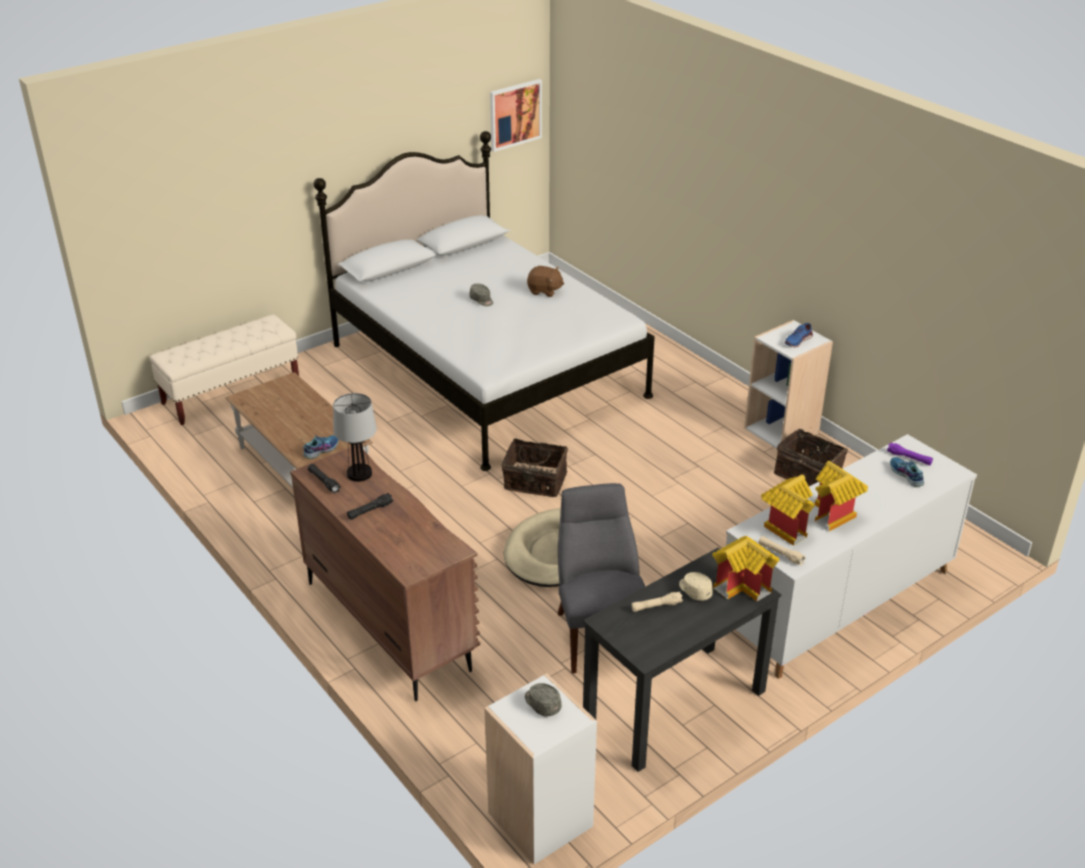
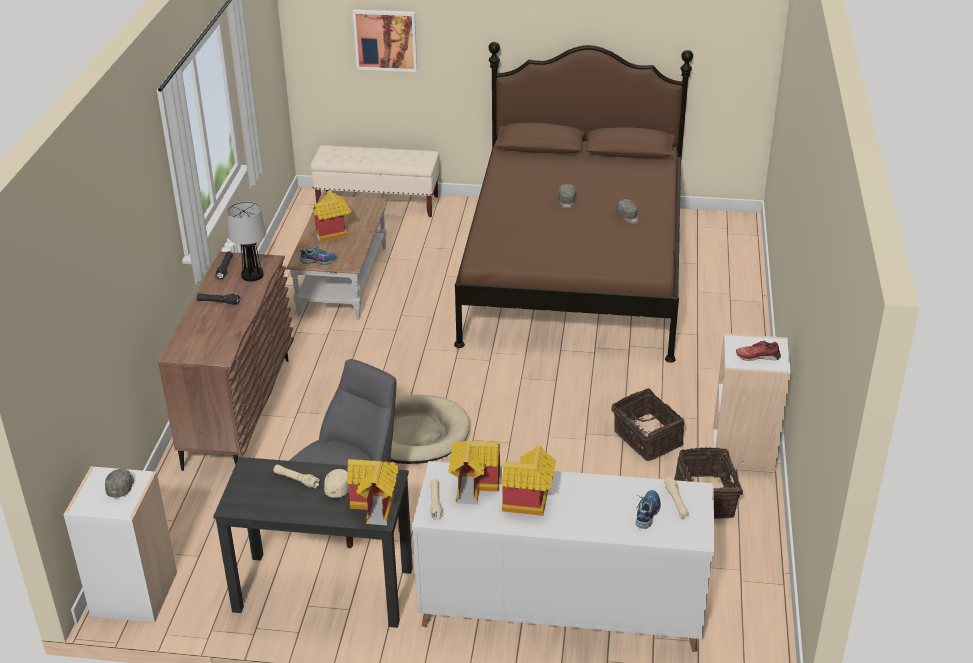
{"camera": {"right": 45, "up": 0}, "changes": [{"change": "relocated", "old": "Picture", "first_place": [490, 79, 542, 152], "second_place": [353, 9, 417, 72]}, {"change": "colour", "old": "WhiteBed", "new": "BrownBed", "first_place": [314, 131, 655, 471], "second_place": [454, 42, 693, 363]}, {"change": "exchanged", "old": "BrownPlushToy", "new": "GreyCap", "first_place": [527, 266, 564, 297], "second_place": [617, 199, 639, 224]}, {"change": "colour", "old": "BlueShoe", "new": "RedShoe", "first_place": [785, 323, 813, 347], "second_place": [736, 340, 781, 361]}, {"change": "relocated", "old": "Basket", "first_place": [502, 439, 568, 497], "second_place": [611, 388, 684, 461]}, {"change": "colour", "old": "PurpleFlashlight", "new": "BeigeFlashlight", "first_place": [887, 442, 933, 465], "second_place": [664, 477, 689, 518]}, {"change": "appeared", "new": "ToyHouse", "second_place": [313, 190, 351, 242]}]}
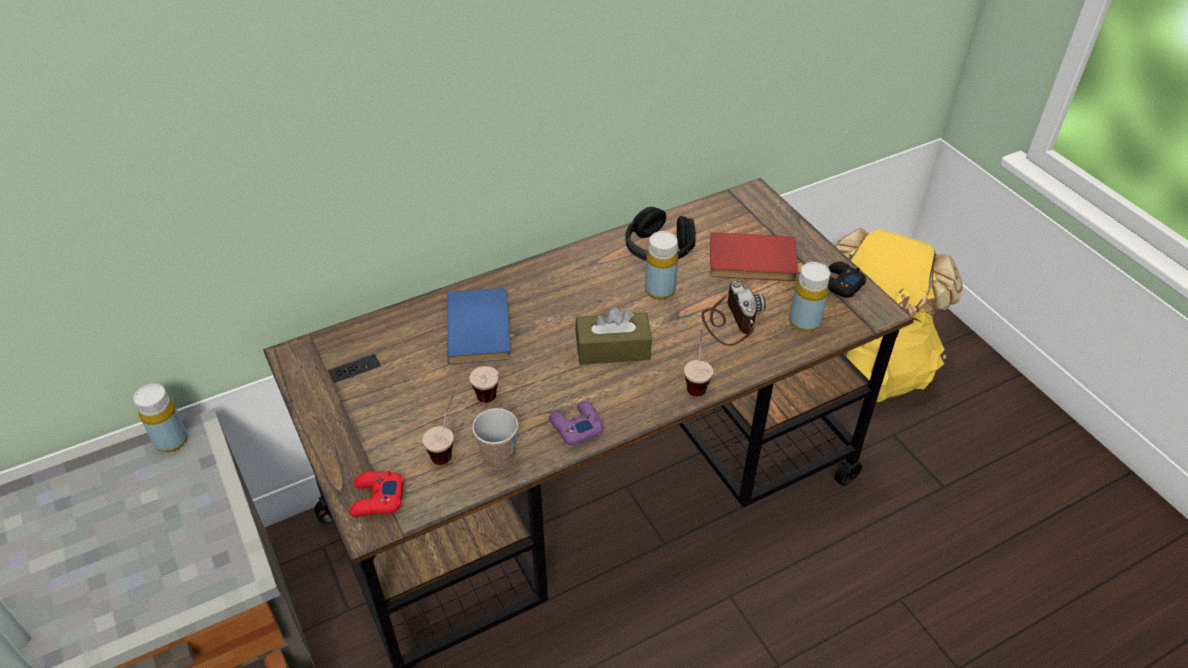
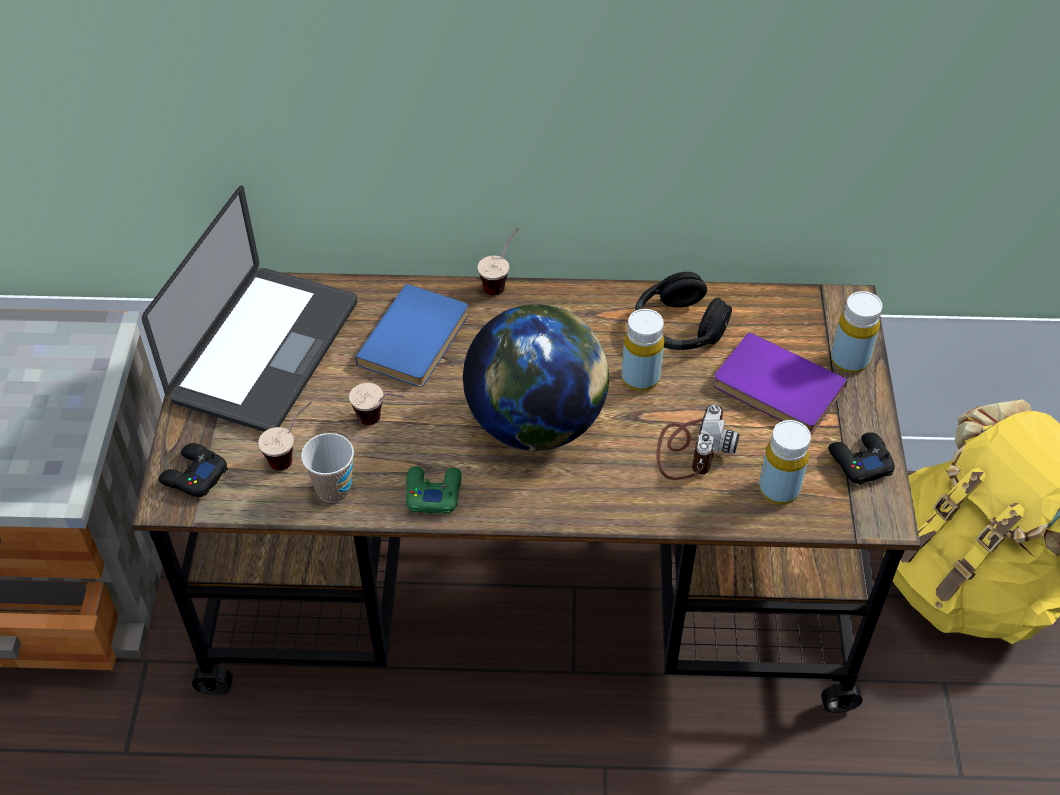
{"camera": {"right": 30, "up": 5}, "changes": [{"change": "colour", "old": "RedBook", "new": "PurpleBook", "first_place": [710, 232, 798, 281], "second_place": [713, 332, 848, 434]}, {"change": "exchanged", "old": "BrownTissueBox", "new": "Globe", "first_place": [575, 307, 652, 365], "second_place": [463, 304, 609, 451]}, {"change": "relocated", "old": "Cup", "first_place": [684, 329, 713, 396], "second_place": [478, 227, 519, 295]}, {"change": "relocated", "old": "YellowBottle", "first_place": [134, 384, 188, 452], "second_place": [831, 291, 883, 373]}, {"change": "colour", "old": "PurpleGameController", "new": "GreenGameController", "first_place": [549, 401, 604, 446], "second_place": [406, 466, 462, 514]}, {"change": "colour", "old": "RedGameController", "new": "BlackGameController", "first_place": [349, 470, 404, 517], "second_place": [158, 443, 228, 497]}, {"change": "appeared", "new": "Laptop", "second_place": [142, 185, 357, 432]}]}
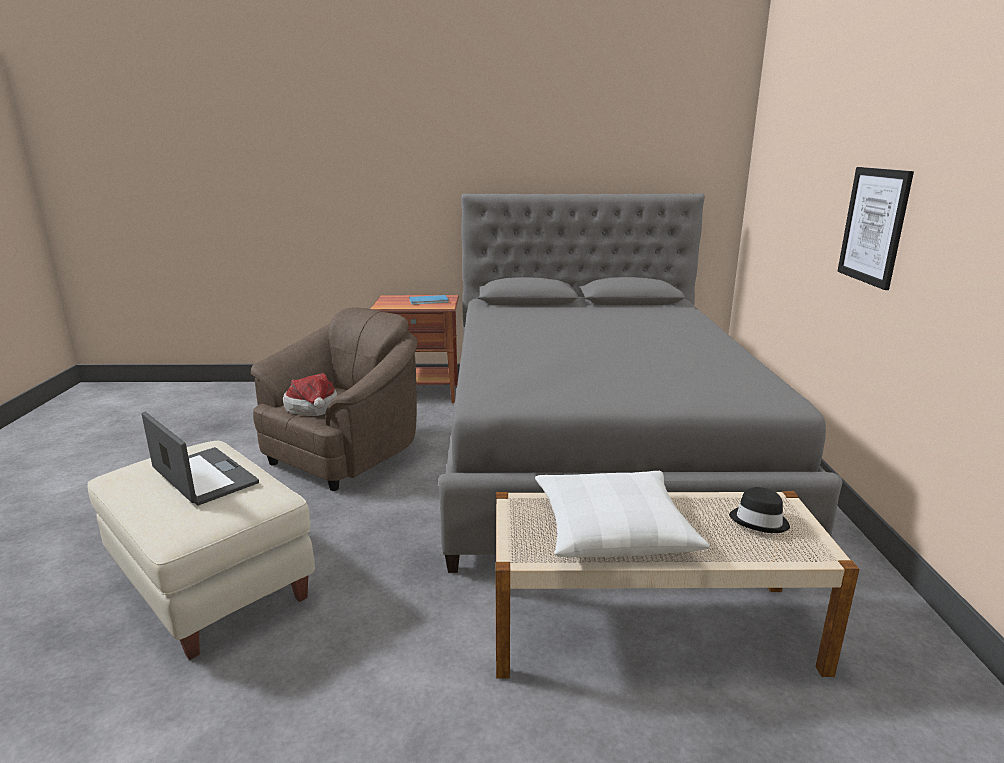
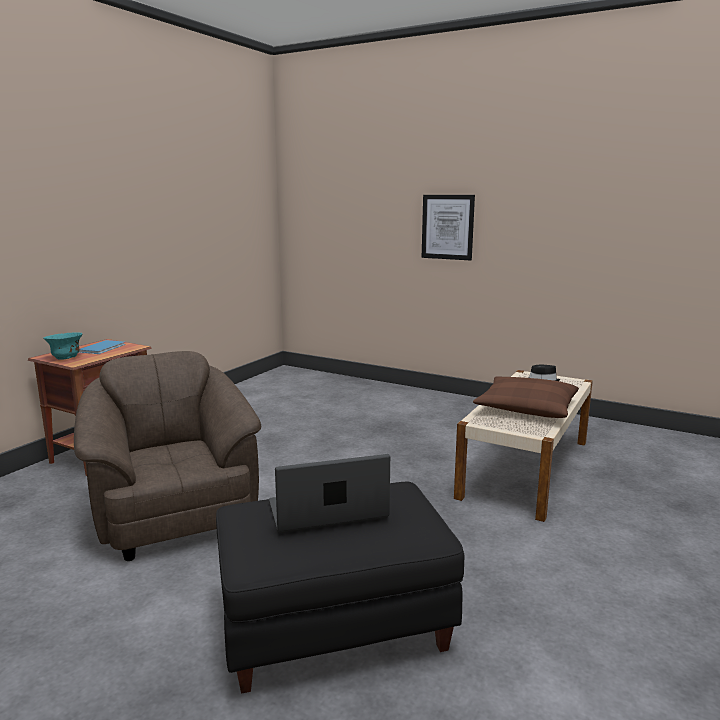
{"camera": {"right": -60, "up": -5}, "changes": [{"change": "missing", "old": "GreyBed", "first_place": [439, 194, 842, 573]}, {"change": "missing", "old": "Hat", "first_place": [283, 373, 337, 416]}, {"change": "colour", "old": "BeigeOttoman", "new": "BlackOttoman", "first_place": [88, 441, 315, 660], "second_place": [216, 482, 464, 694]}, {"change": "colour", "old": "WhitePillow", "new": "BrownPillow", "first_place": [535, 471, 709, 558], "second_place": [473, 376, 579, 418]}, {"change": "appeared", "new": "TurquoiseBowl", "second_place": [44, 332, 83, 360]}]}
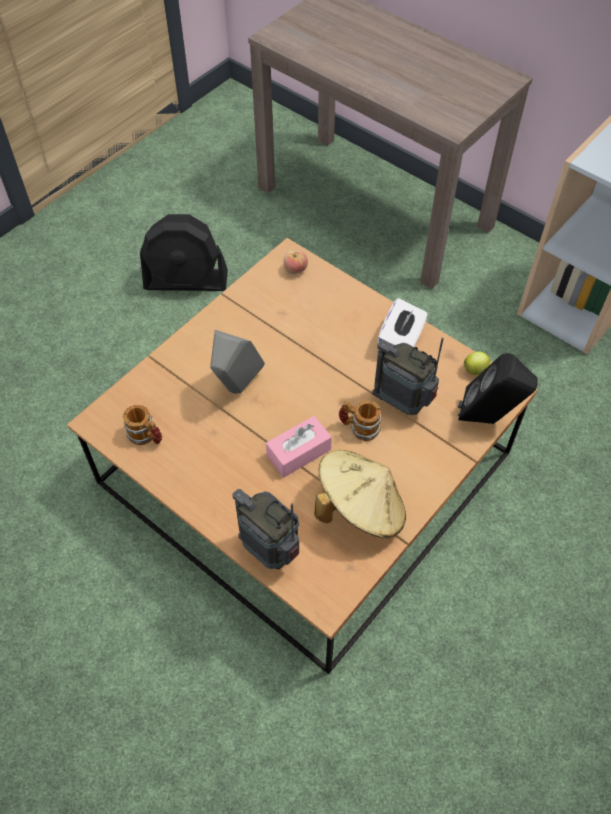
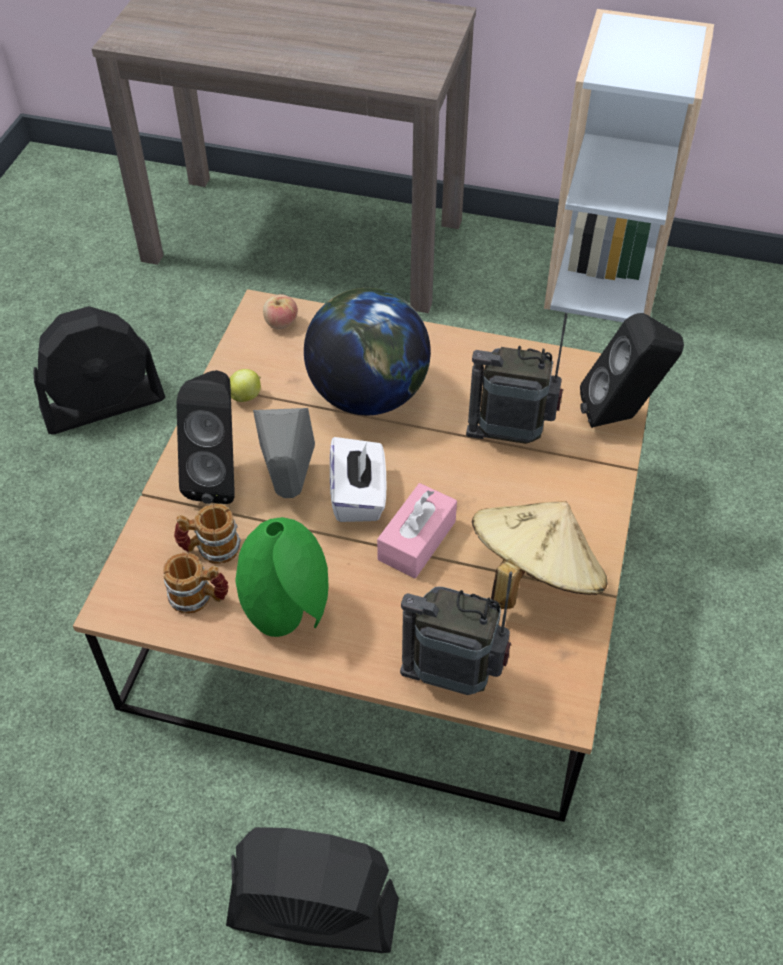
{"camera": {"right": -25, "up": -5}, "changes": [{"change": "relocated", "old": "WhiteTissueBox", "first_place": [378, 298, 428, 347], "second_place": [330, 437, 386, 522]}, {"change": "relocated", "old": "Apple", "first_place": [464, 351, 491, 375], "second_place": [229, 369, 261, 402]}, {"change": "relocated", "old": "Mug", "first_place": [339, 401, 381, 441], "second_place": [174, 504, 241, 564]}, {"change": "appeared", "new": "Globe", "second_place": [304, 288, 431, 415]}, {"change": "appeared", "new": "BlackSpeaker", "second_place": [176, 370, 235, 504]}, {"change": "appeared", "new": "GreenVase", "second_place": [235, 517, 329, 637]}, {"change": "appeared", "new": "BlackFan", "second_place": [226, 827, 399, 953]}]}
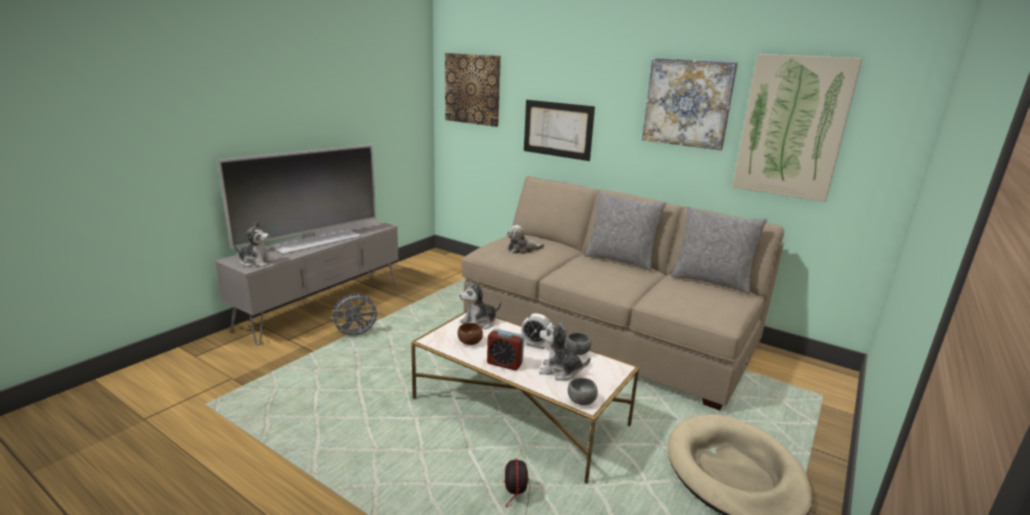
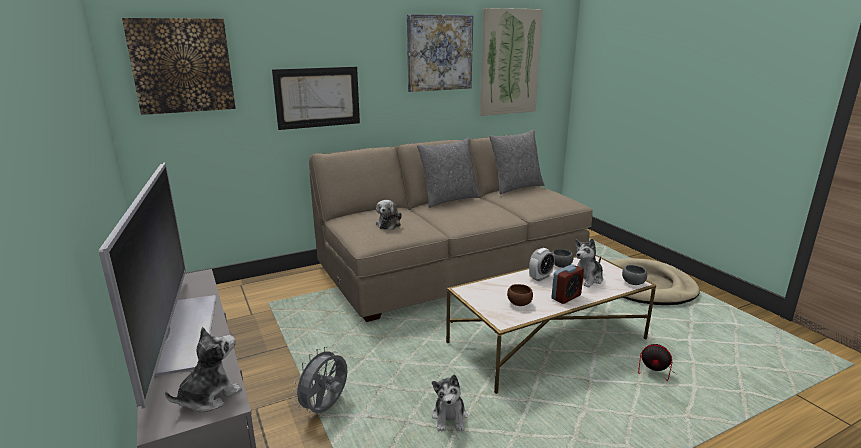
{"camera": {"right": -60, "up": 0}, "changes": [{"change": "relocated", "old": "PlushToy", "first_place": [459, 281, 501, 329], "second_place": [432, 374, 468, 431]}, {"change": "spun", "old": "GreyFan", "first_place": [331, 293, 380, 338], "second_place": [292, 347, 347, 413], "degrees": -150}]}
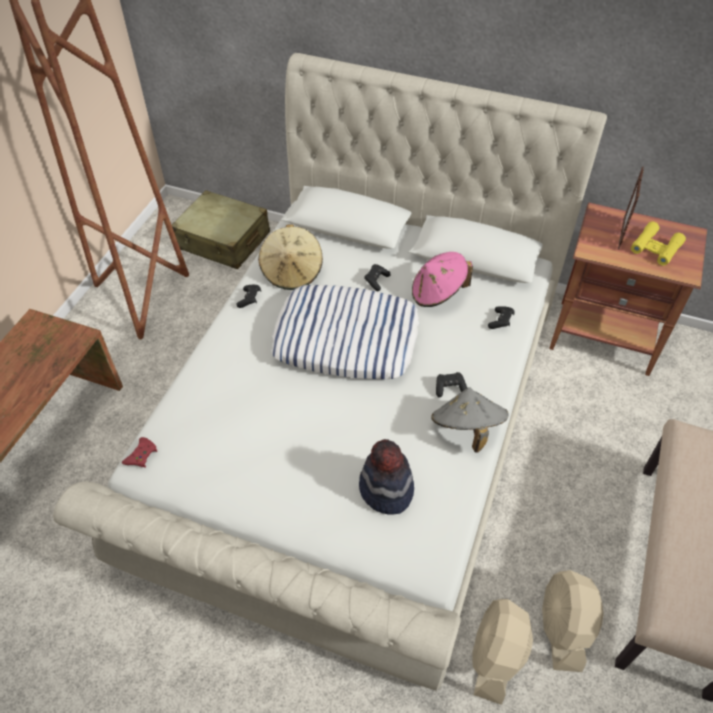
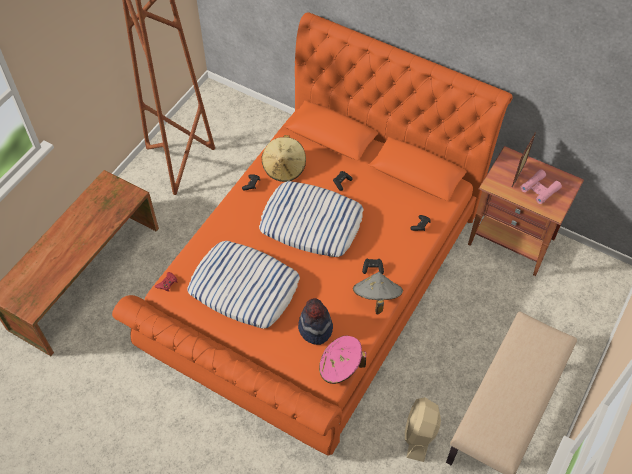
{"camera": {"right": 10, "up": 5}, "changes": [{"change": "colour", "old": "BeigeBed", "new": "OrangeBed", "first_place": [53, 53, 607, 691], "second_place": [112, 12, 513, 456]}, {"change": "missing", "old": "BeigeSuitcase", "first_place": [172, 190, 270, 269]}, {"change": "colour", "old": "YellowBinoculars", "new": "PinkBinoculars", "first_place": [631, 221, 686, 266], "second_place": [520, 169, 562, 204]}, {"change": "relocated", "old": "PinkHat", "first_place": [412, 252, 473, 307], "second_place": [319, 335, 366, 384]}, {"change": "missing", "old": "BeigeFan", "first_place": [472, 599, 533, 705]}, {"change": "appeared", "new": "Pillow", "second_place": [187, 241, 300, 329]}]}
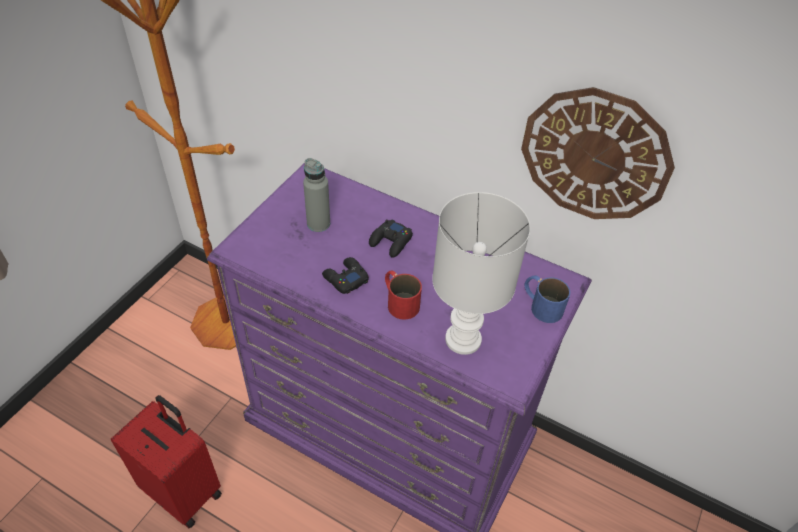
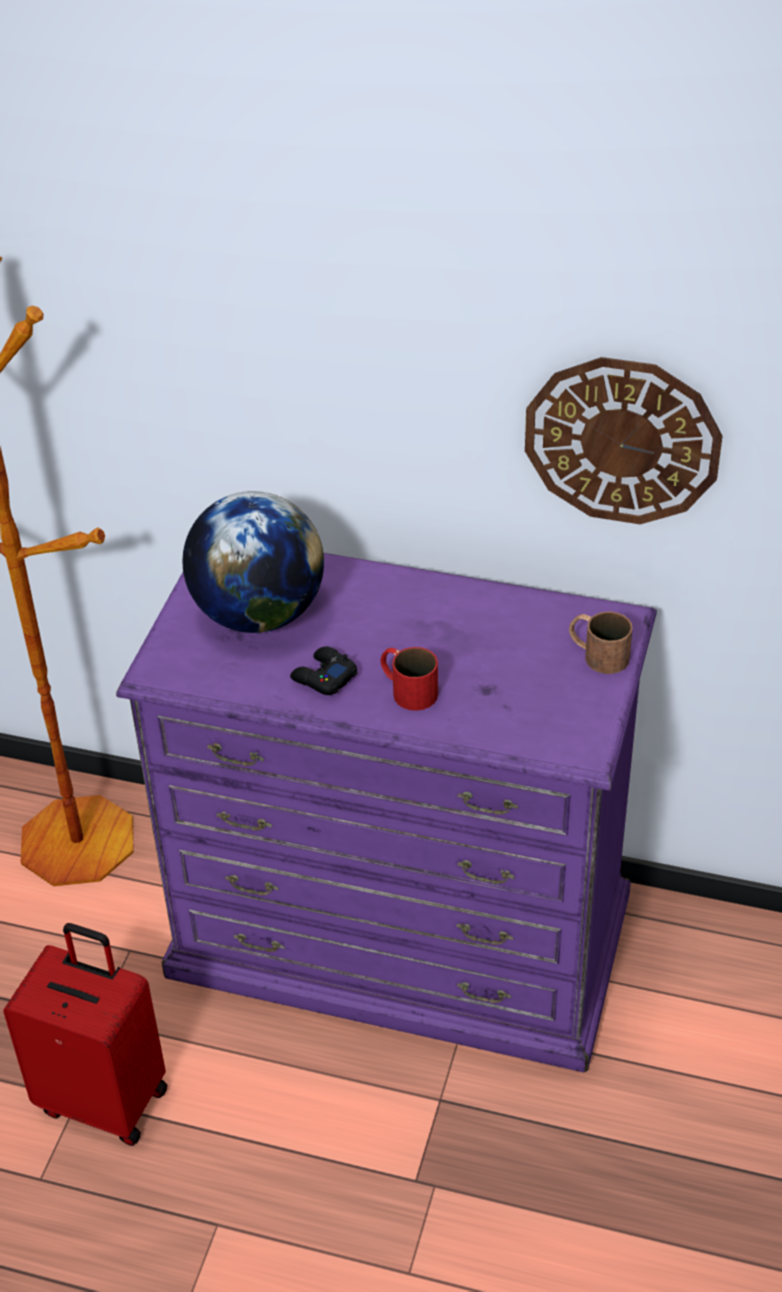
{"camera": {"right": -10, "up": -5}, "changes": [{"change": "exchanged", "old": "GreyBottle", "new": "Globe", "first_place": [303, 158, 330, 232], "second_place": [183, 491, 324, 633]}, {"change": "missing", "old": "WhiteTableLamp", "first_place": [432, 192, 530, 355]}, {"change": "missing", "old": "BlackGameController", "first_place": [369, 220, 413, 258]}, {"change": "colour", "old": "BlueMug", "new": "BrownMug", "first_place": [524, 276, 570, 323], "second_place": [569, 612, 633, 674]}]}
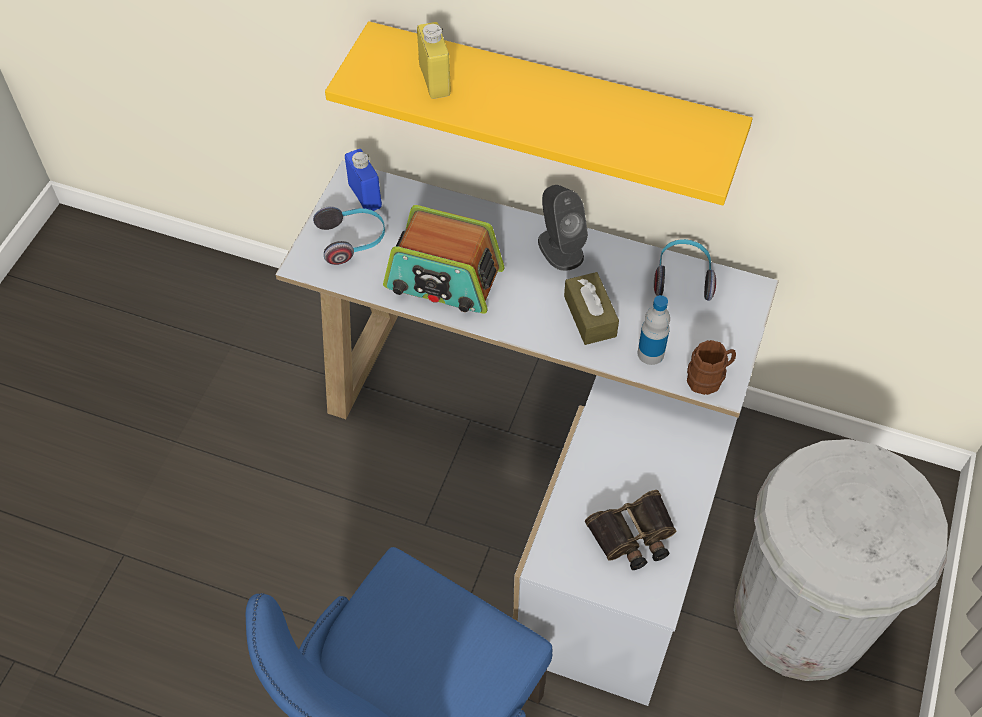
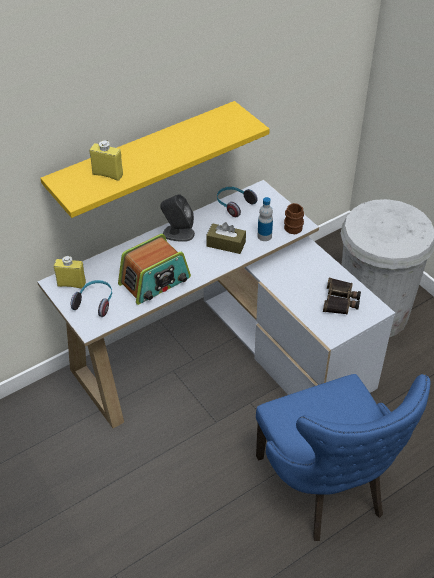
{"camera": {"right": -55, "up": -10}, "changes": [{"change": "colour", "old": "BlueBottle", "new": "YellowBottle", "first_place": [345, 149, 382, 211], "second_place": [54, 255, 86, 289]}]}
